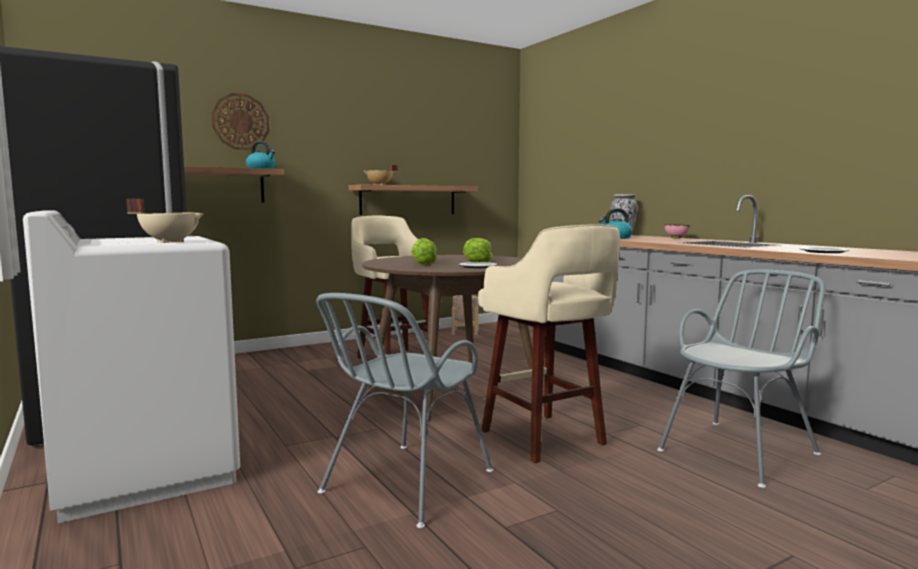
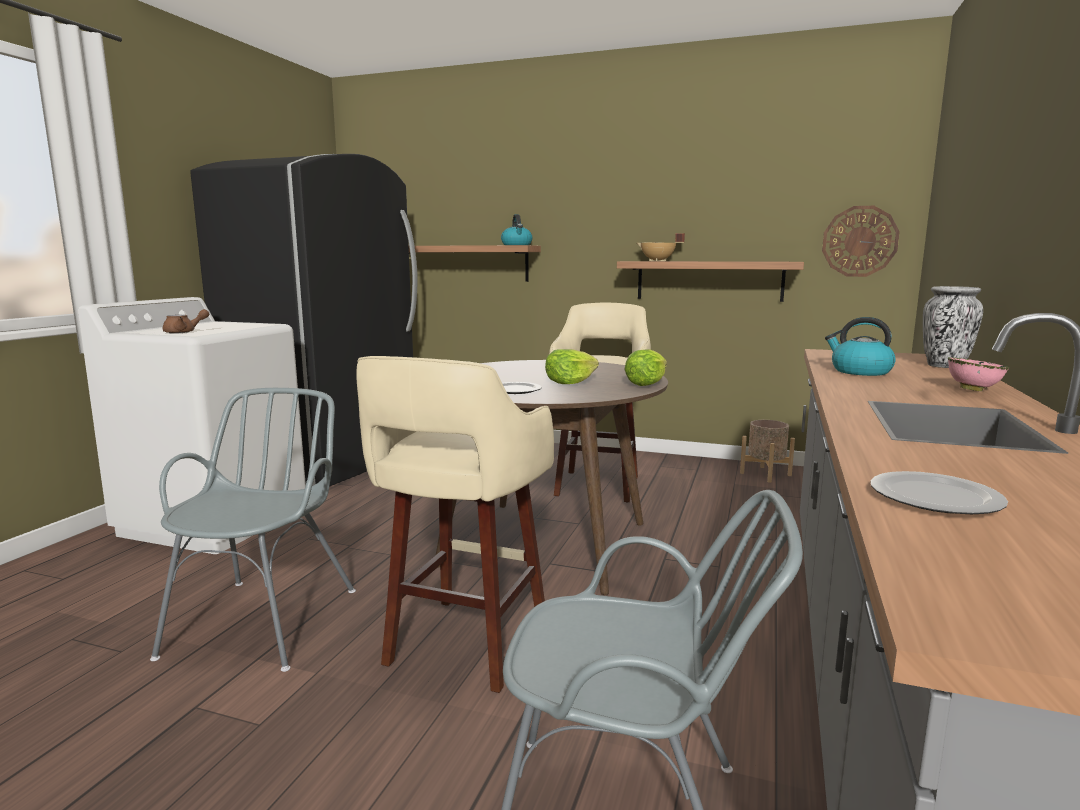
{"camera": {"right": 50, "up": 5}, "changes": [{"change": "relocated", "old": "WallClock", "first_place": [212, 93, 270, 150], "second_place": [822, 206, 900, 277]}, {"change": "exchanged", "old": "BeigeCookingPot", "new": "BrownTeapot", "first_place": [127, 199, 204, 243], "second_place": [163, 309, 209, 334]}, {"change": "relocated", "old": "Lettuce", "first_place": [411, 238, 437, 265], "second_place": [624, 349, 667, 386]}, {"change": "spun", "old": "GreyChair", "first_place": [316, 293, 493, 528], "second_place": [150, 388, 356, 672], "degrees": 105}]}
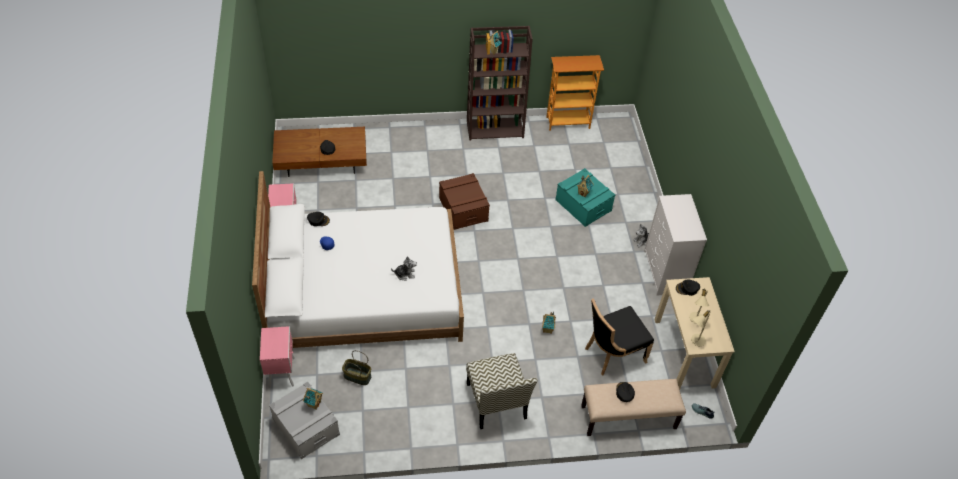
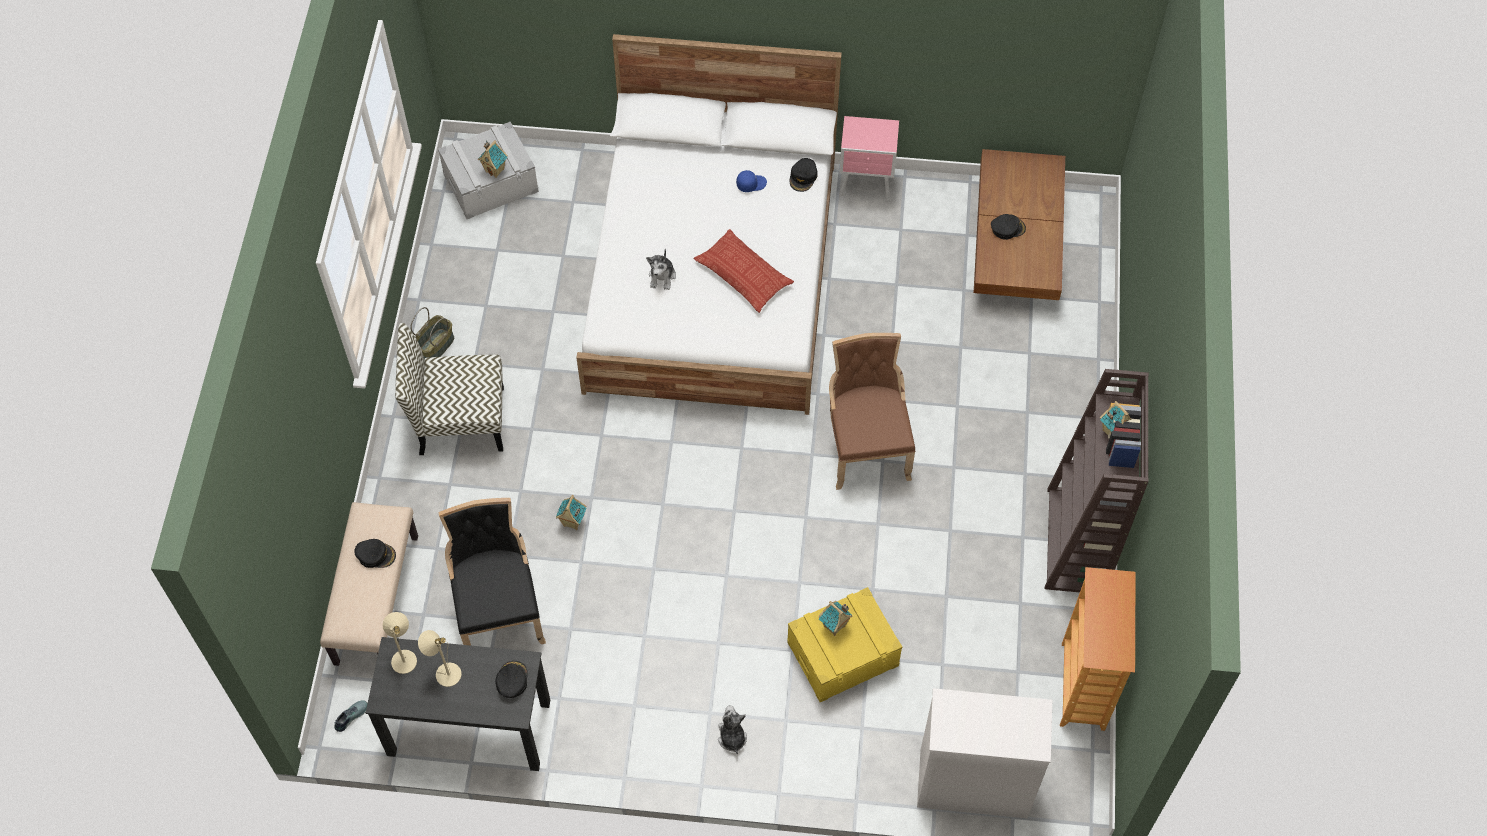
{"camera": {"right": 105, "up": 10}, "changes": [{"change": "colour", "old": "TurquoiseStorageBox", "new": "YellowStorageBox", "first_place": [555, 168, 615, 227], "second_place": [787, 587, 902, 702]}, {"change": "exchanged", "old": "BrownStorageBox", "new": "BrownChair", "first_place": [439, 173, 490, 230], "second_place": [829, 333, 915, 490]}, {"change": "relocated", "old": "WhiteDresser", "first_place": [644, 194, 707, 295], "second_place": [917, 688, 1052, 818]}, {"change": "colour", "old": "BeigeDesk", "new": "BlackDesk", "first_place": [654, 277, 735, 390], "second_place": [366, 637, 550, 771]}, {"change": "missing", "old": "PinkNightstand", "first_place": [260, 326, 295, 388]}, {"change": "relocated", "old": "Basket", "first_place": [342, 350, 371, 385], "second_place": [411, 307, 454, 360]}, {"change": "appeared", "new": "Pillow", "second_place": [694, 229, 794, 313]}]}
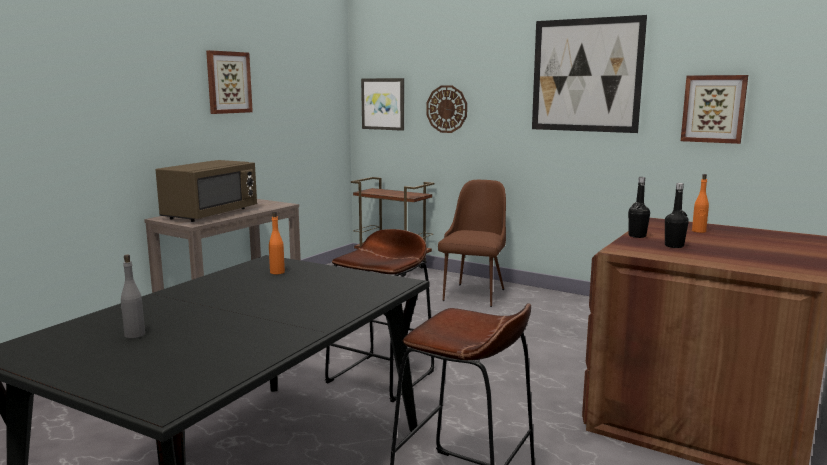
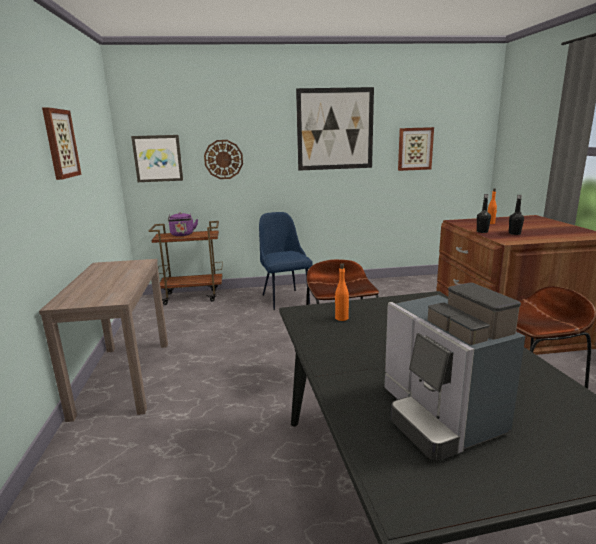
{"camera": {"right": -40, "up": 5}, "changes": [{"change": "missing", "old": "BrownMicrowave", "first_place": [156, 160, 257, 222]}, {"change": "colour", "old": "BrownChair", "new": "BlueChair", "first_place": [438, 180, 506, 307], "second_place": [259, 212, 313, 310]}, {"change": "exchanged", "old": "GreyBottle", "new": "CoffeeMachine", "first_place": [121, 255, 145, 338], "second_place": [384, 283, 525, 461]}, {"change": "appeared", "new": "PurpleKettle", "second_place": [168, 212, 198, 236]}]}
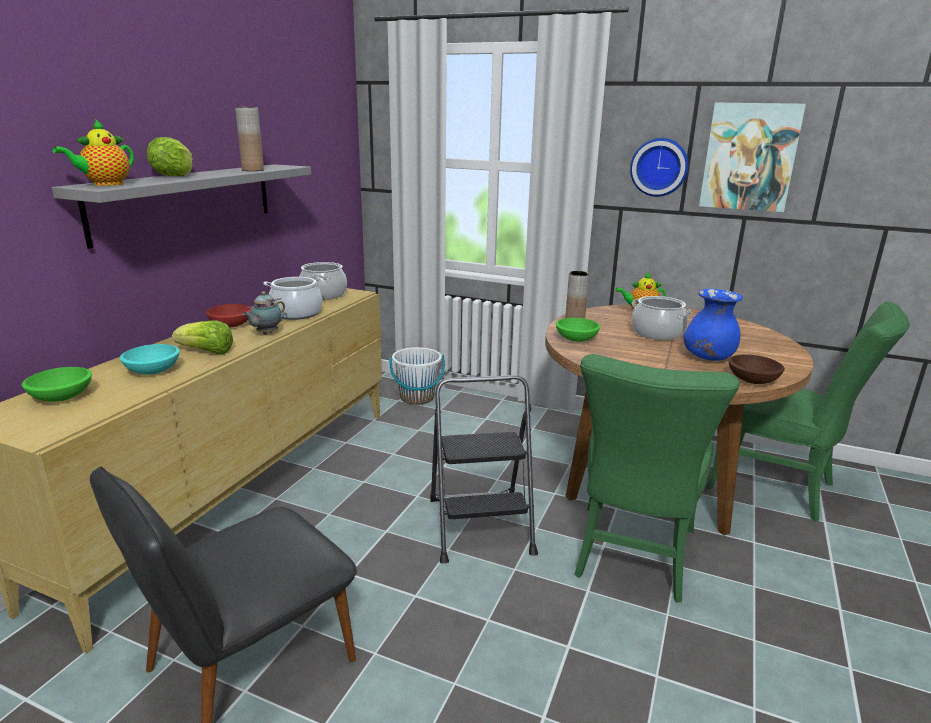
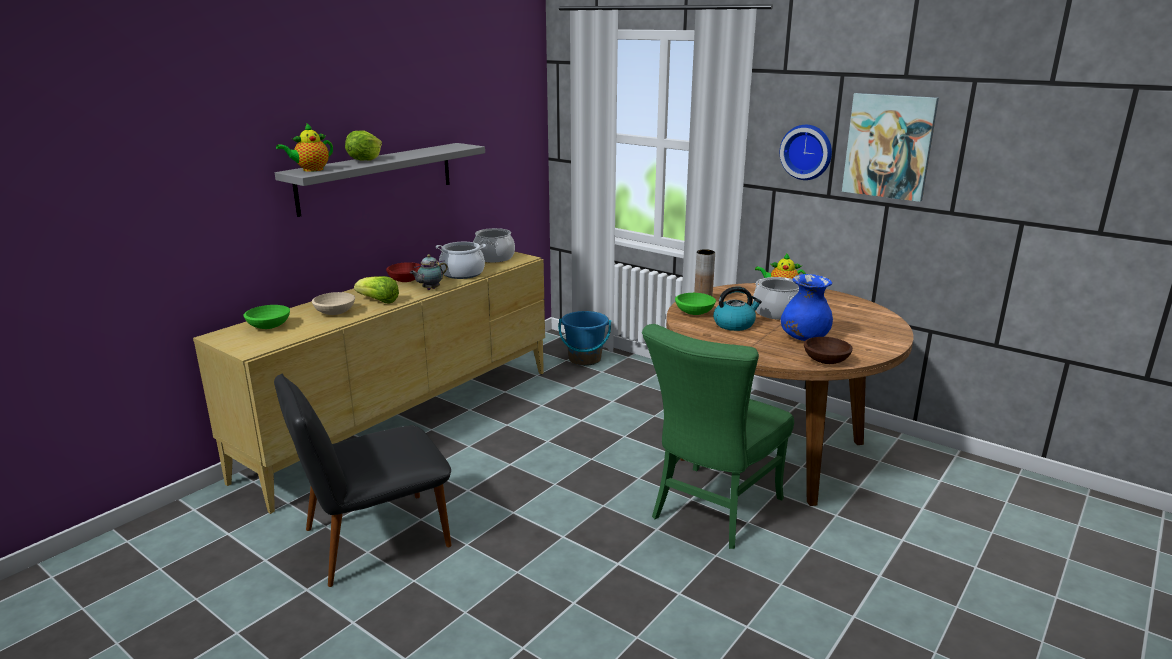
{"camera": {"right": 15, "up": 0}, "changes": [{"change": "missing", "old": "BrownVase", "first_place": [235, 107, 264, 171]}, {"change": "missing", "old": "GreenChair", "first_place": [706, 302, 910, 522]}, {"change": "colour", "old": "TurquoiseBowl", "new": "BeigeBowl", "first_place": [120, 344, 180, 375], "second_place": [312, 292, 355, 315]}, {"change": "colour", "old": "WhiteBucket", "new": "BlueBucket", "first_place": [389, 347, 445, 405], "second_place": [559, 311, 611, 366]}, {"change": "missing", "old": "BlackStepLadder", "first_place": [430, 375, 538, 564]}, {"change": "appeared", "new": "Kettle", "second_place": [713, 287, 762, 331]}]}
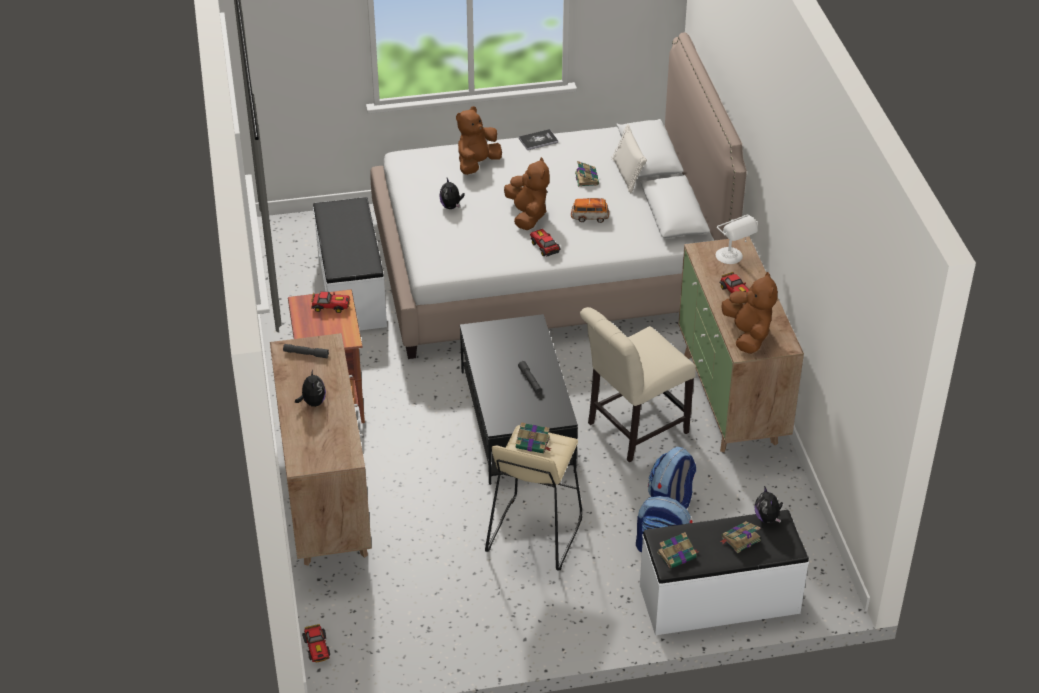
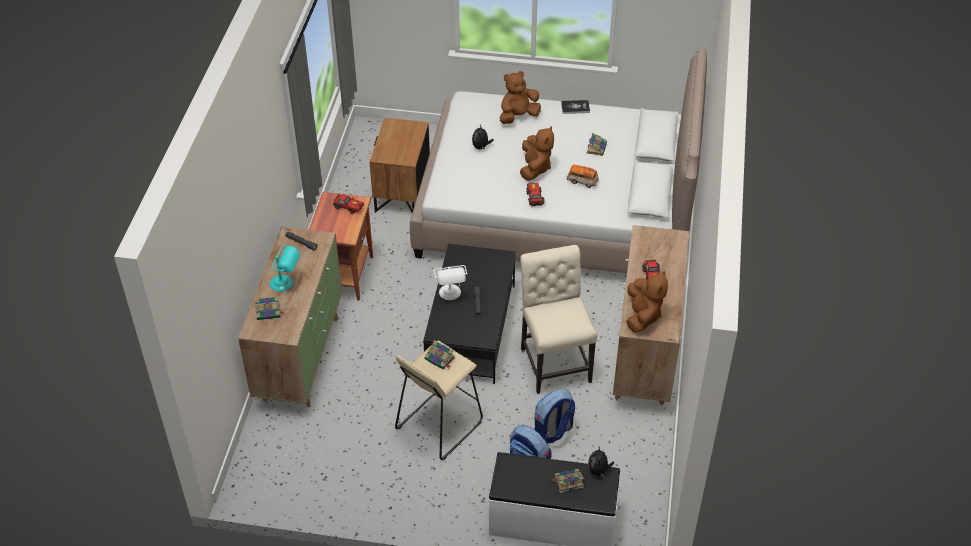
{"camera": {"right": 20, "up": 5}, "changes": [{"change": "missing", "old": "WhitePillow", "first_place": [611, 124, 647, 193]}, {"change": "exchanged", "old": "WhiteBench", "new": "BrownNightstand", "first_place": [313, 197, 387, 330], "second_place": [370, 118, 430, 213]}, {"change": "relocated", "old": "WhiteTableLamp", "first_place": [716, 215, 758, 264], "second_place": [433, 265, 468, 300]}, {"change": "spun", "old": "BeigeChair", "first_place": [580, 307, 696, 462], "second_place": [520, 245, 597, 394], "degrees": 90}, {"change": "exchanged", "old": "PlushToy", "new": "TurquoiseTableLamp", "first_place": [295, 369, 326, 407], "second_place": [270, 245, 300, 292]}, {"change": "relocated", "old": "Book", "first_place": [657, 532, 698, 568], "second_place": [255, 296, 284, 320]}, {"change": "missing", "old": "ToyCar", "first_place": [302, 624, 330, 662]}]}
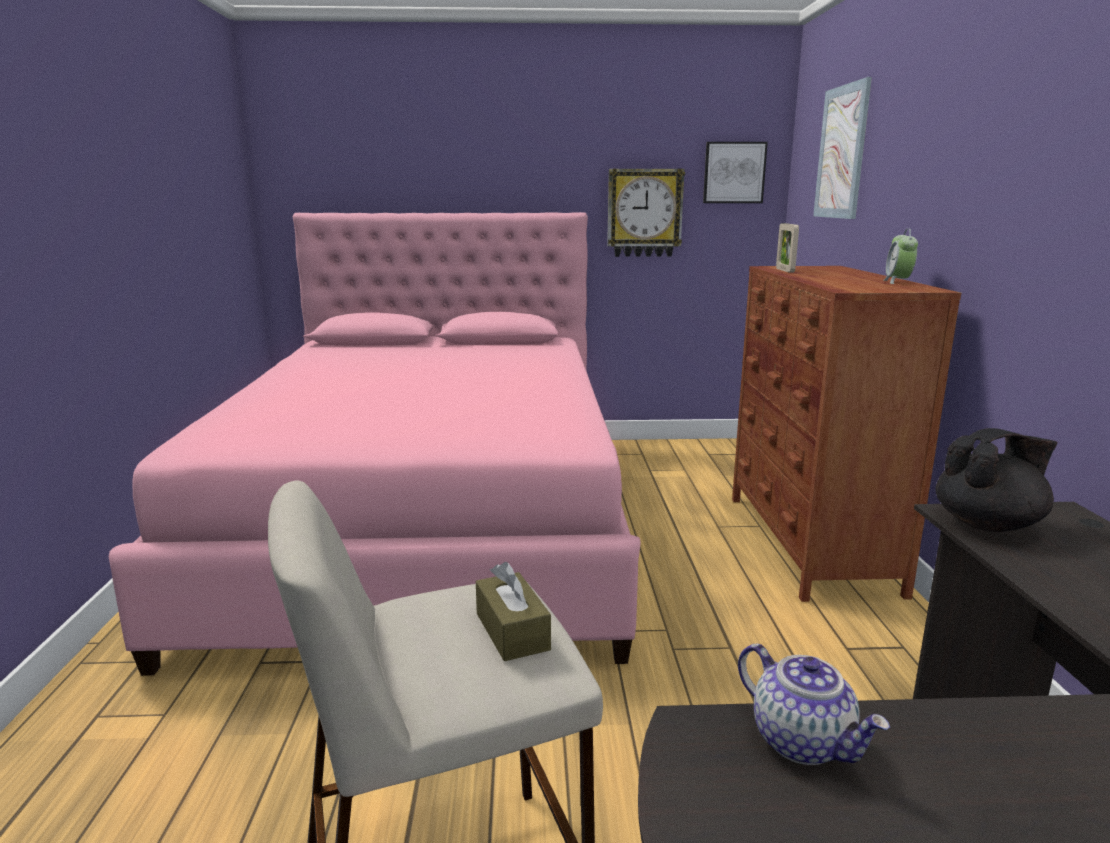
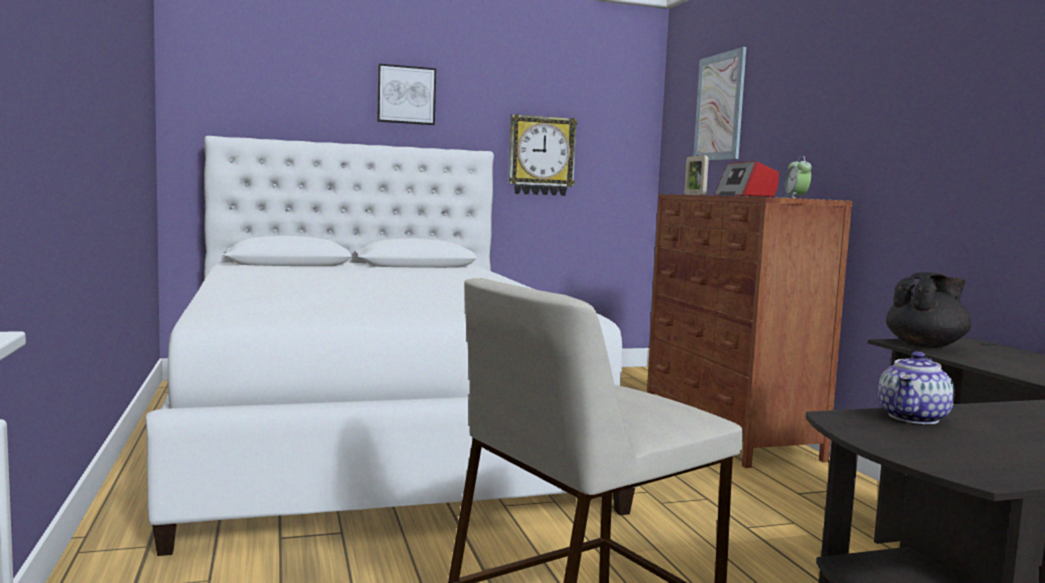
{"camera": {"right": -15, "up": -10}, "changes": [{"change": "relocated", "old": "Picture", "first_place": [703, 142, 768, 203], "second_place": [377, 64, 436, 125]}, {"change": "colour", "old": "PinkBed", "new": "WhiteBed", "first_place": [109, 212, 641, 676], "second_place": [146, 136, 638, 556]}, {"change": "missing", "old": "BrownTissueBox", "first_place": [476, 562, 551, 661]}, {"change": "spun", "old": "Teapot", "first_place": [738, 644, 890, 765], "second_place": [878, 351, 955, 424], "degrees": 90}, {"change": "appeared", "new": "Radio", "second_place": [714, 161, 779, 197]}]}
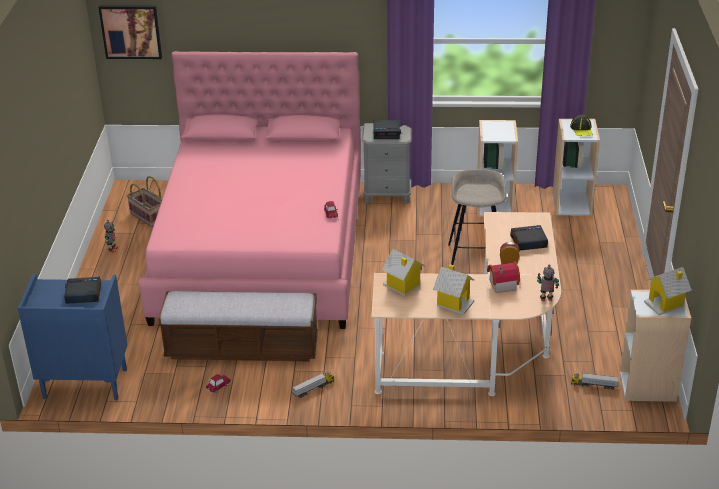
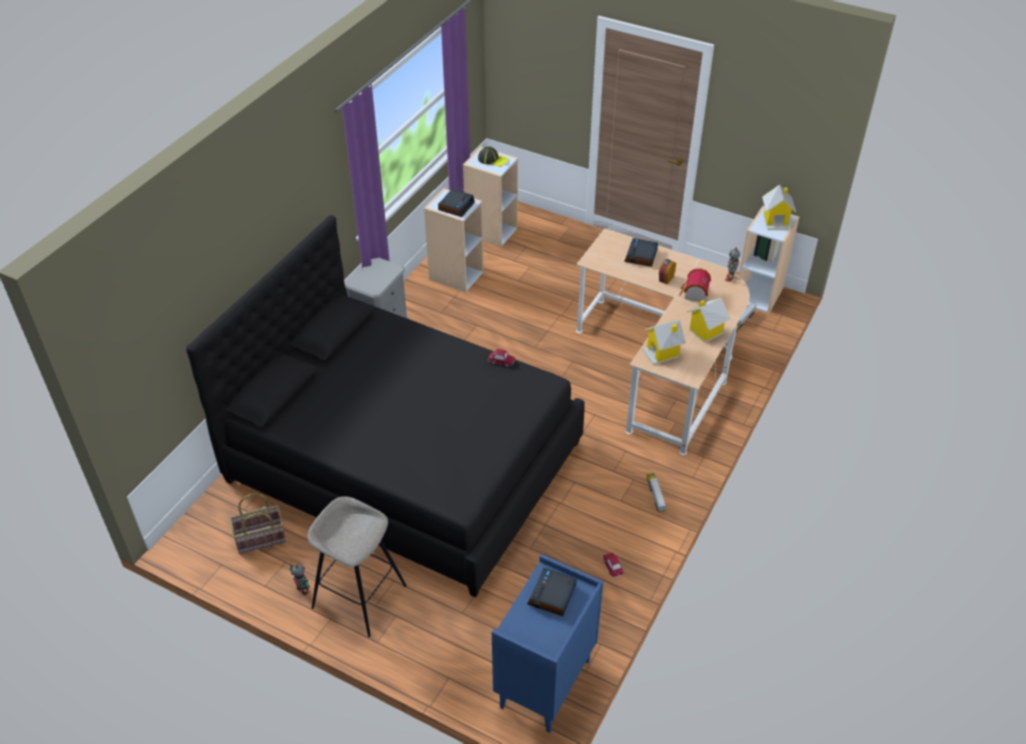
{"camera": {"right": -65, "up": 10}, "changes": [{"change": "missing", "old": "Picture", "first_place": [99, 5, 162, 59]}, {"change": "colour", "old": "PinkBed", "new": "BlackBed", "first_place": [139, 51, 361, 329], "second_place": [186, 215, 585, 598]}, {"change": "relocated", "old": "AlarmClock", "first_place": [374, 120, 401, 139], "second_place": [438, 189, 475, 217]}, {"change": "relocated", "old": "GreyStool", "first_place": [448, 169, 506, 265], "second_place": [308, 496, 407, 637]}, {"change": "missing", "old": "Bench", "first_place": [158, 291, 318, 361]}]}
